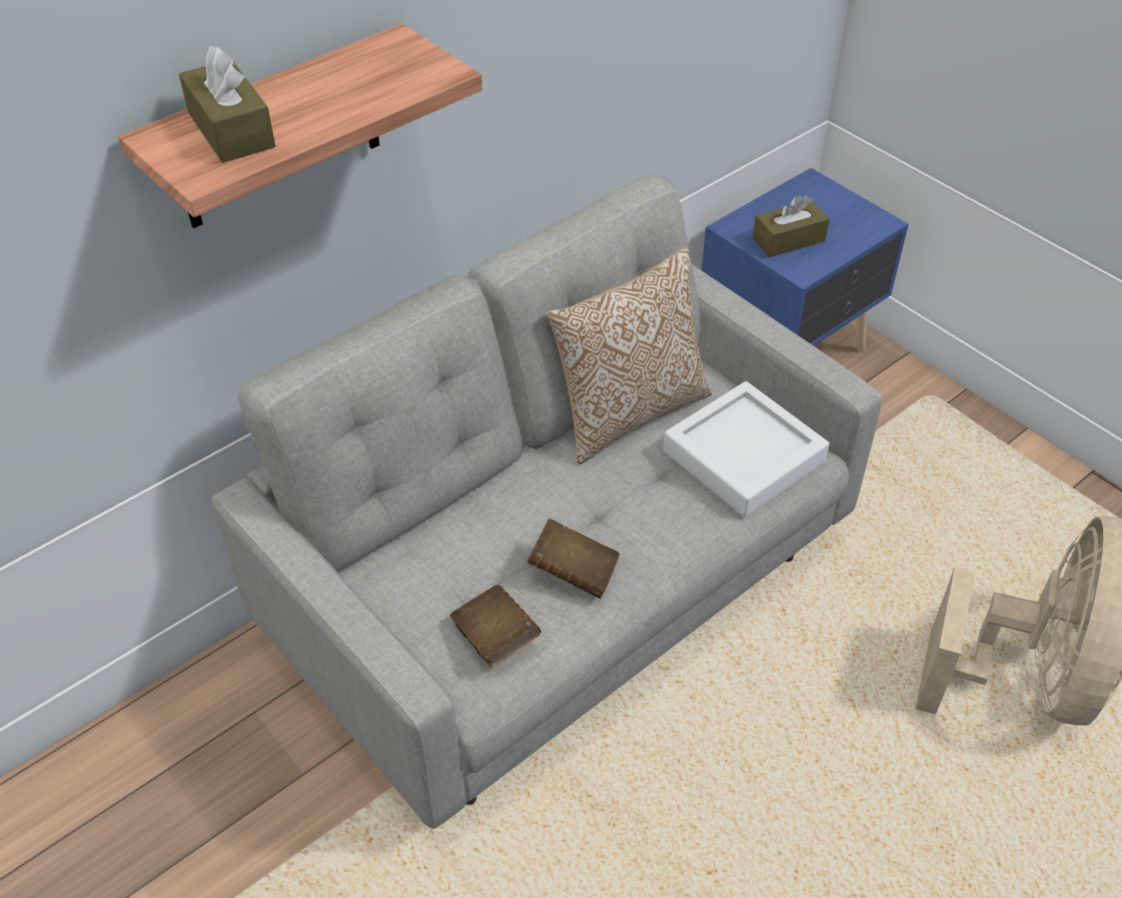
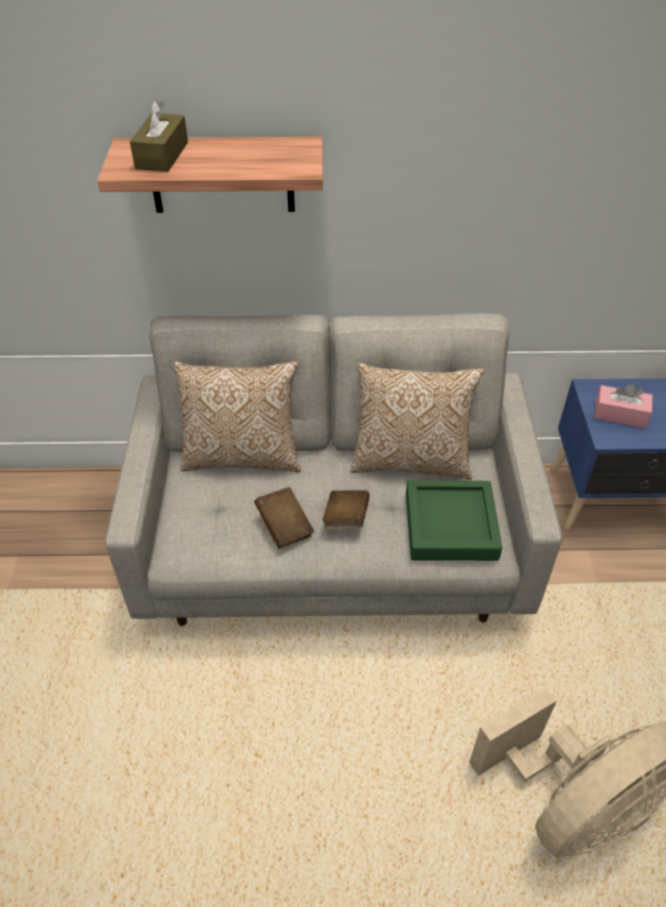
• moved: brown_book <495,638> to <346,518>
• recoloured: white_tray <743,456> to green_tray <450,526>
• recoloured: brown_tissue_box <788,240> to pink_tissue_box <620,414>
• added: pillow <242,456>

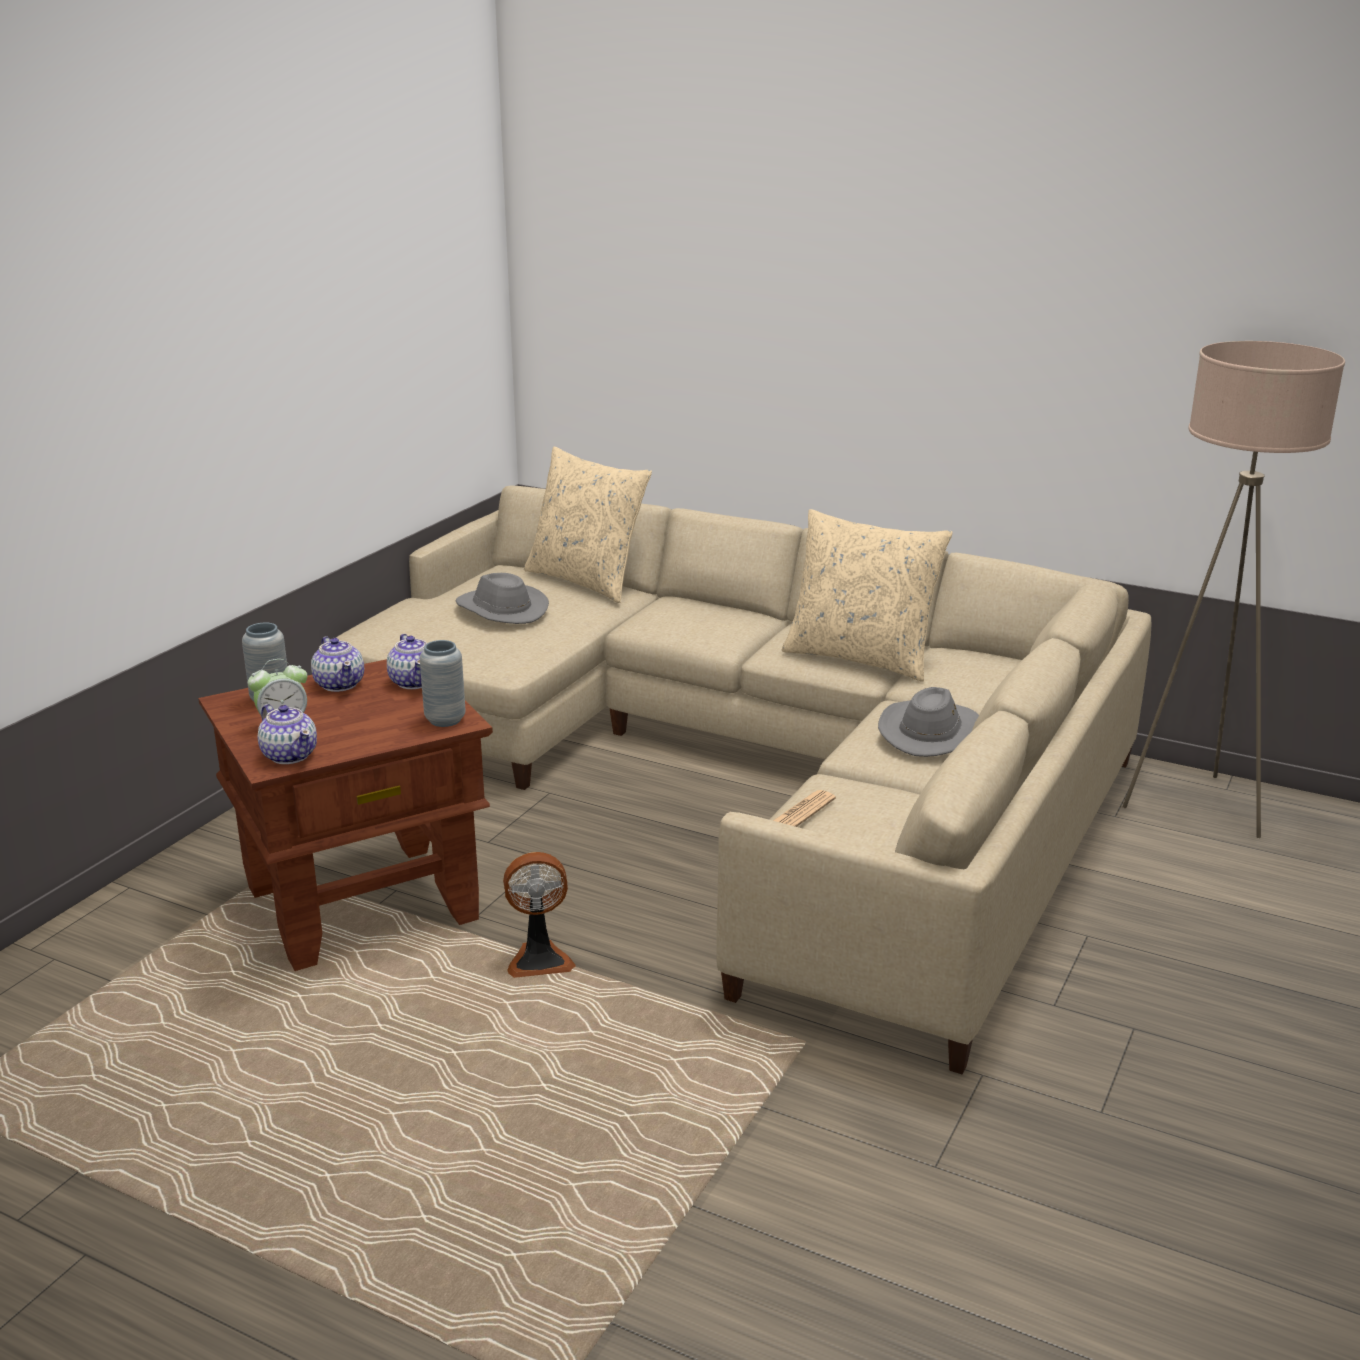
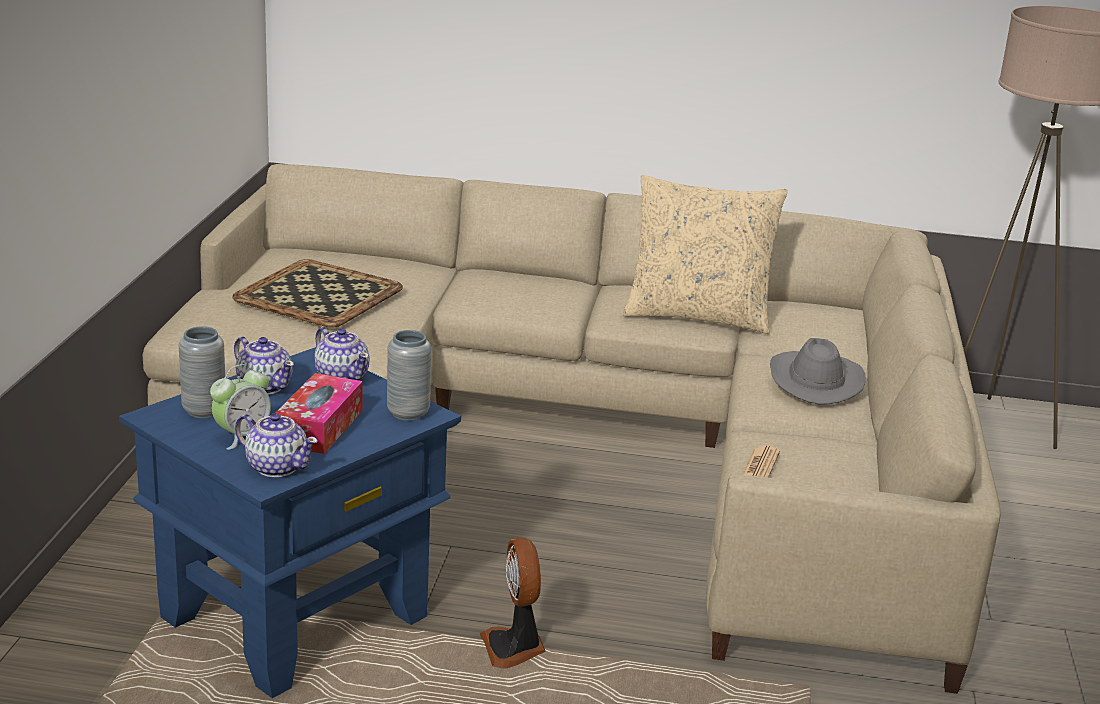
• recoloured: brown_side_table <363,904> to blue_side_table <296,618>
• replaced: grey_hat <500,610> to tray <319,295>
• turned: fan <539,960> = <514,648> 105 degrees clockwise
• removed: beige_pillow <587,581>
• added: tissue_box <319,427>

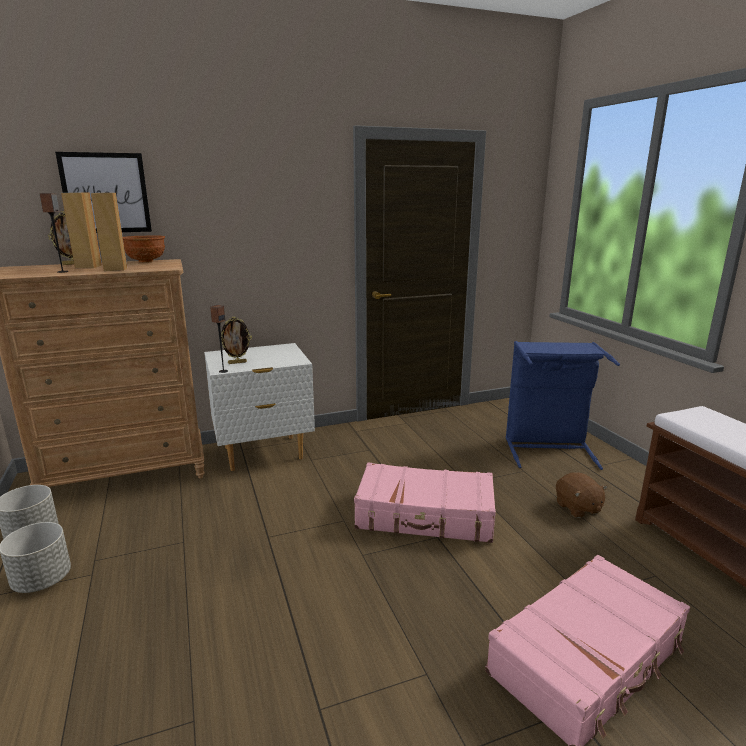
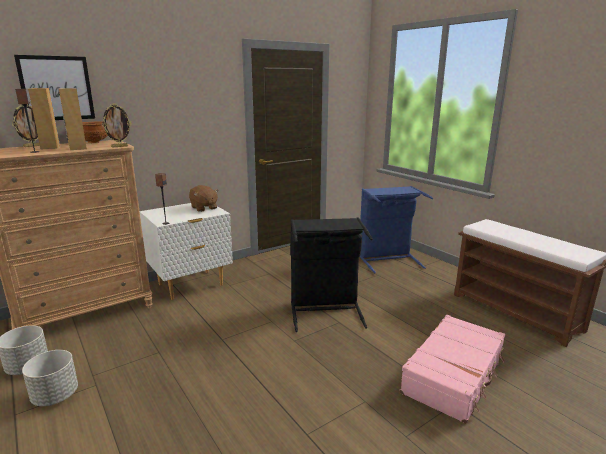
• moved: picture_frame <237,362> to <119,146>
• replaced: pink_suitcase <425,516> to black_laundry_basket <325,310>
• moved: brown_plush_toy <577,508> to <204,208>

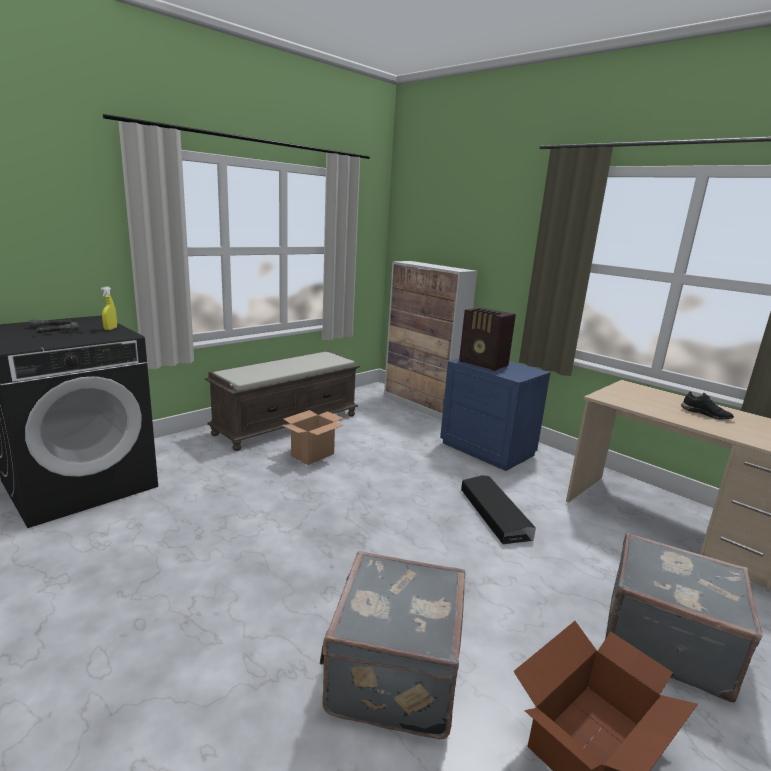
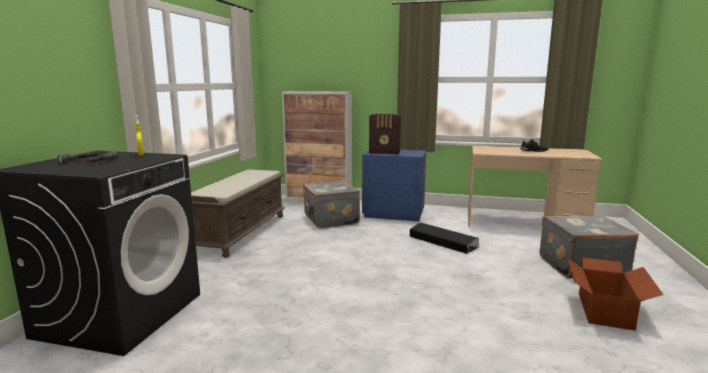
• removed: cardboard_box <312,455>
• moved: grey_suitcase <392,673> to <330,220>

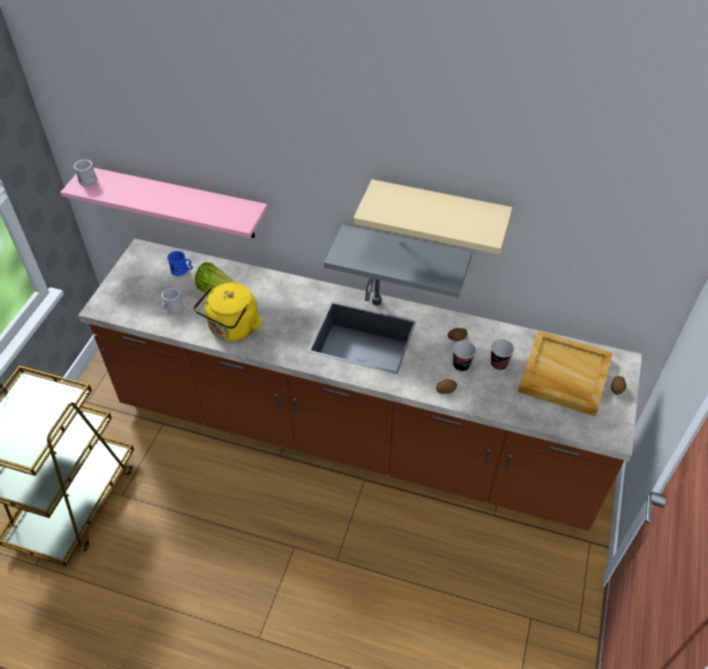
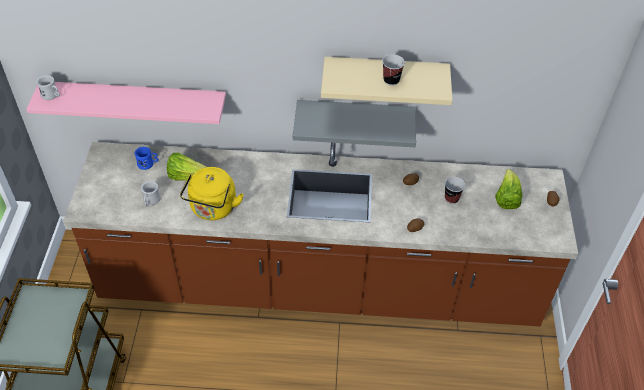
• moved: cup <461,365> to <391,80>
• replaced: beige_tray <563,375> to lettuce <506,198>

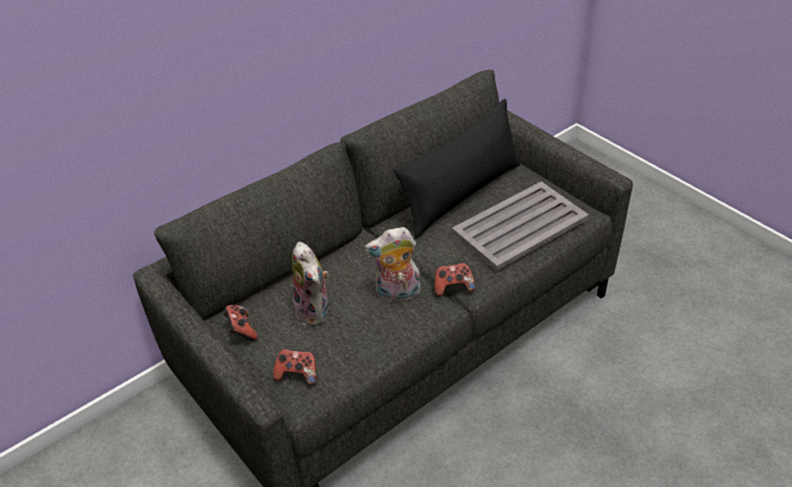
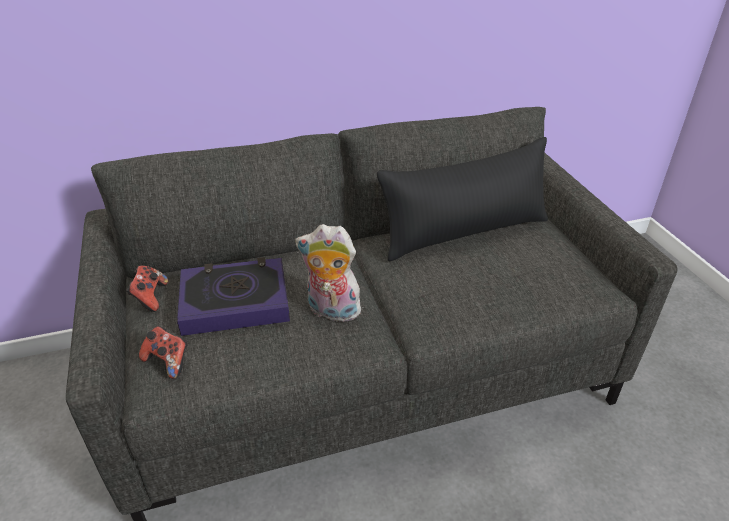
• replaced: plush_toy <315,311> to book <235,302>
• removed: game_controller <453,287>
• removed: grey_tray <521,226>

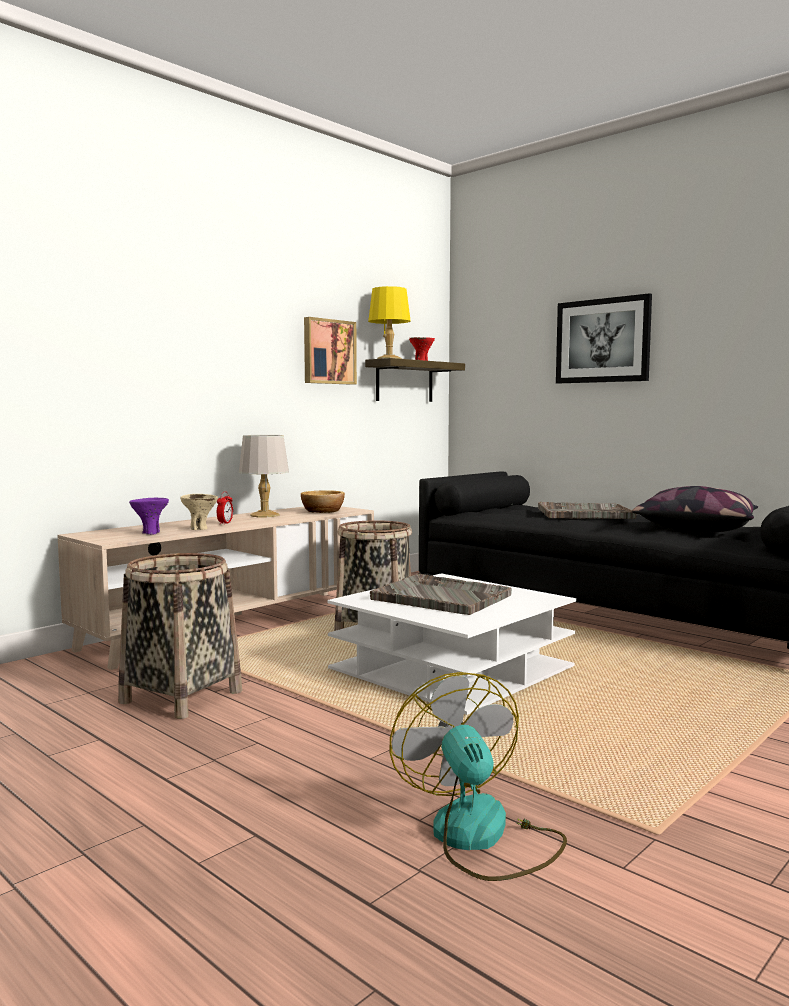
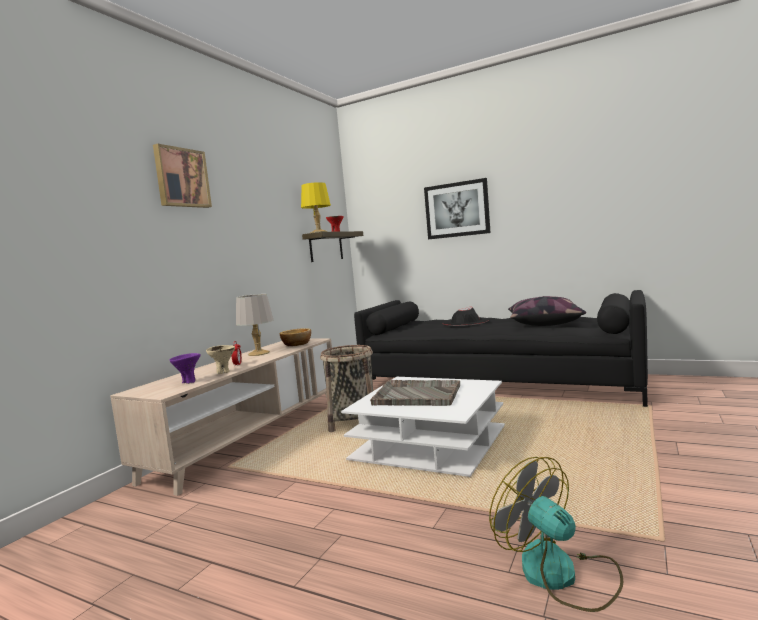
• removed: basket <182,696>
• moved: picture <328,352> to <181,178>
• replaced: grey_tray <583,513> to black_hat <465,322>

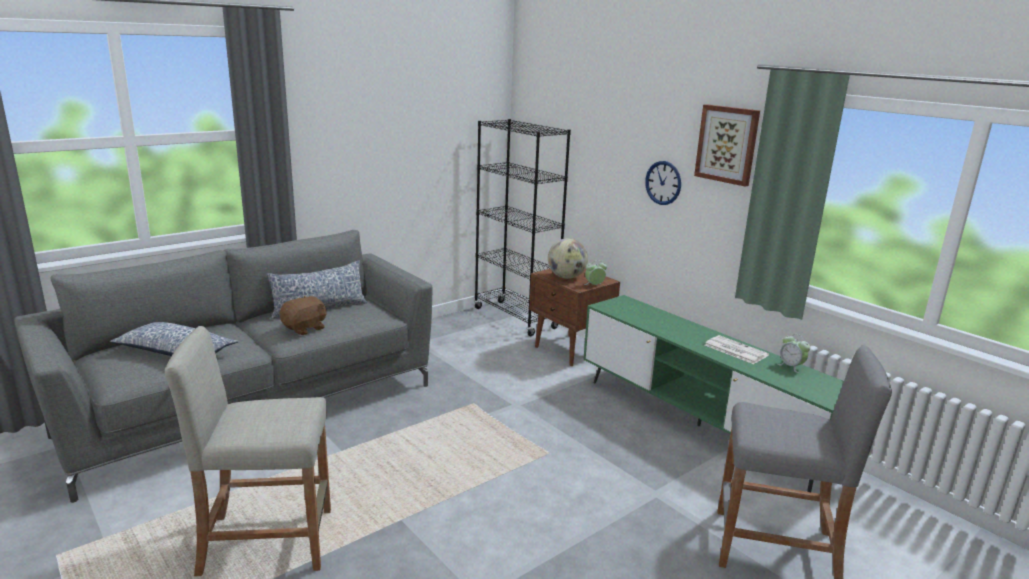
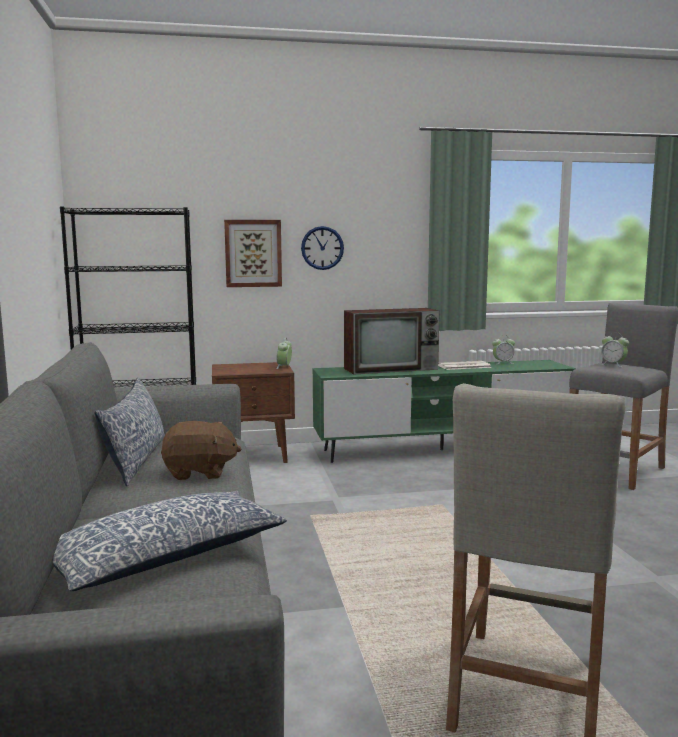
• turned: brown_plush_toy <305,328> = <199,473> 105 degrees clockwise
• removed: globe <566,277>
• moved: picture <727,144> to <253,253>
• added: television <392,369>
• added: alarm_clock <613,365>

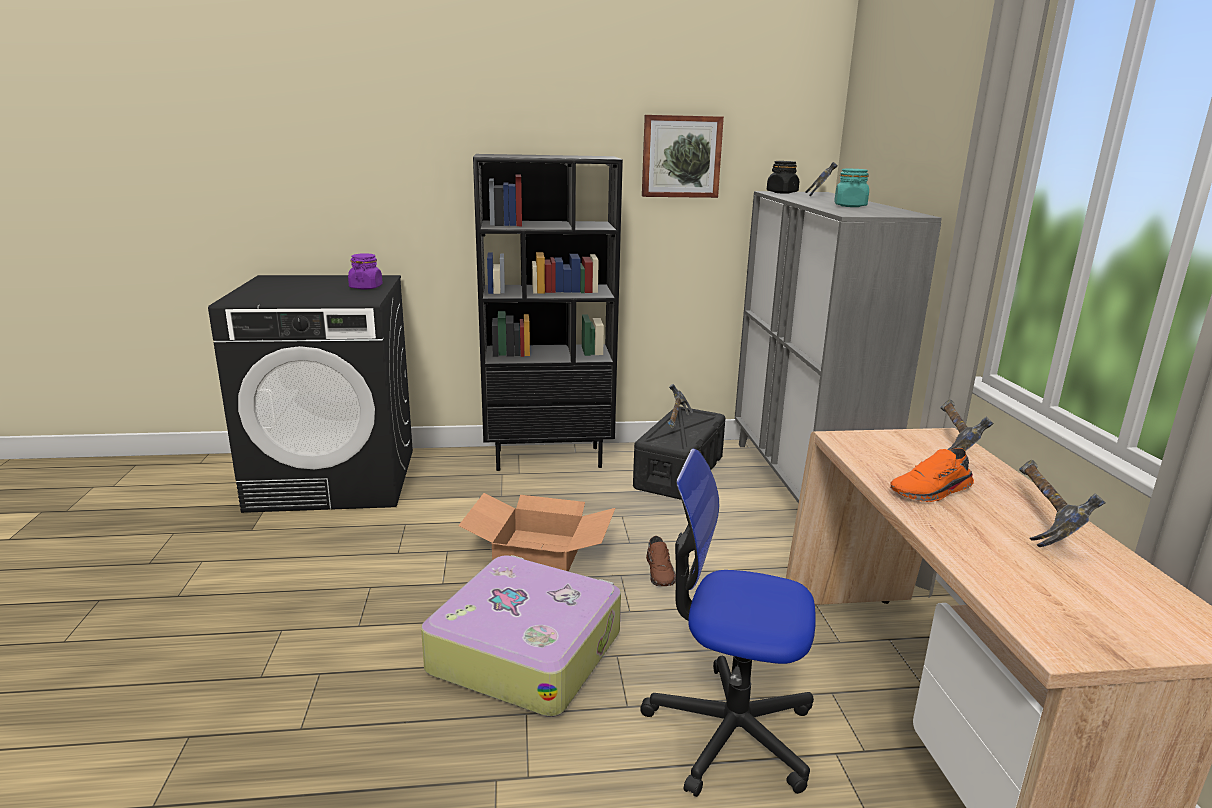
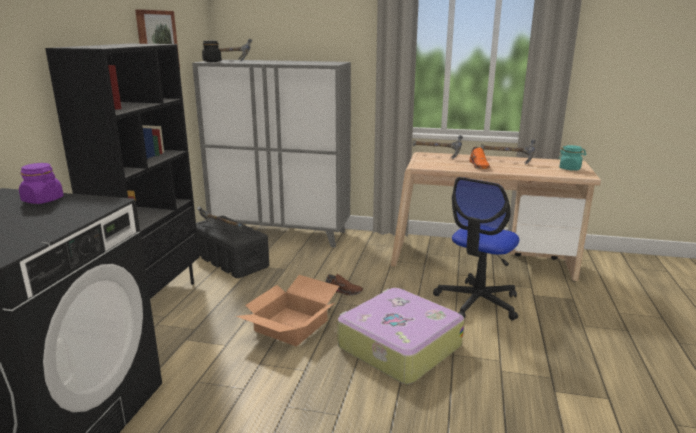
• moved: turquoise_jar <850,206> to <570,168>

